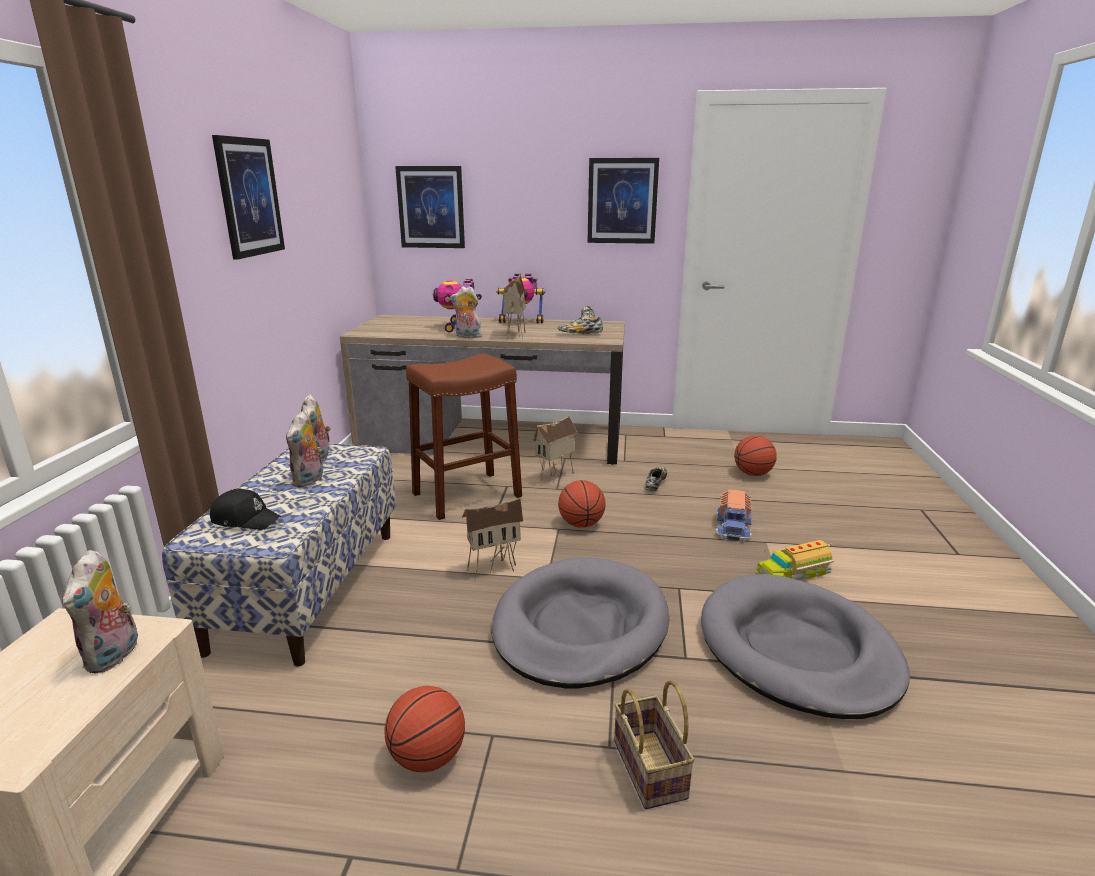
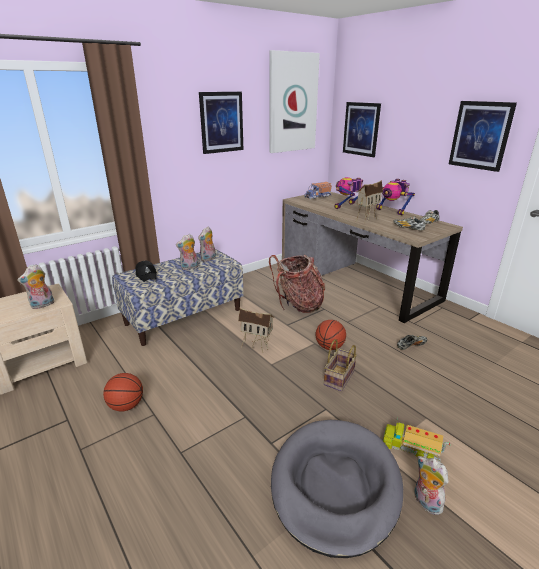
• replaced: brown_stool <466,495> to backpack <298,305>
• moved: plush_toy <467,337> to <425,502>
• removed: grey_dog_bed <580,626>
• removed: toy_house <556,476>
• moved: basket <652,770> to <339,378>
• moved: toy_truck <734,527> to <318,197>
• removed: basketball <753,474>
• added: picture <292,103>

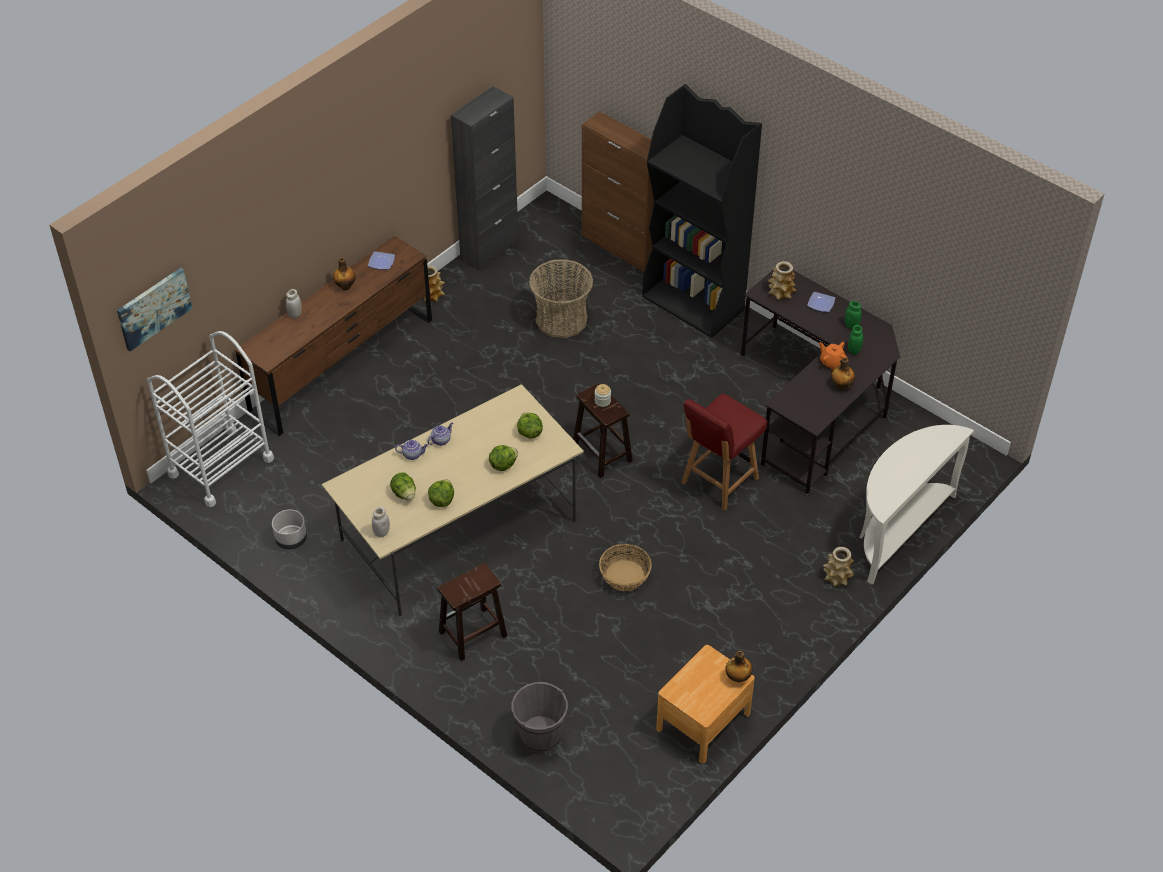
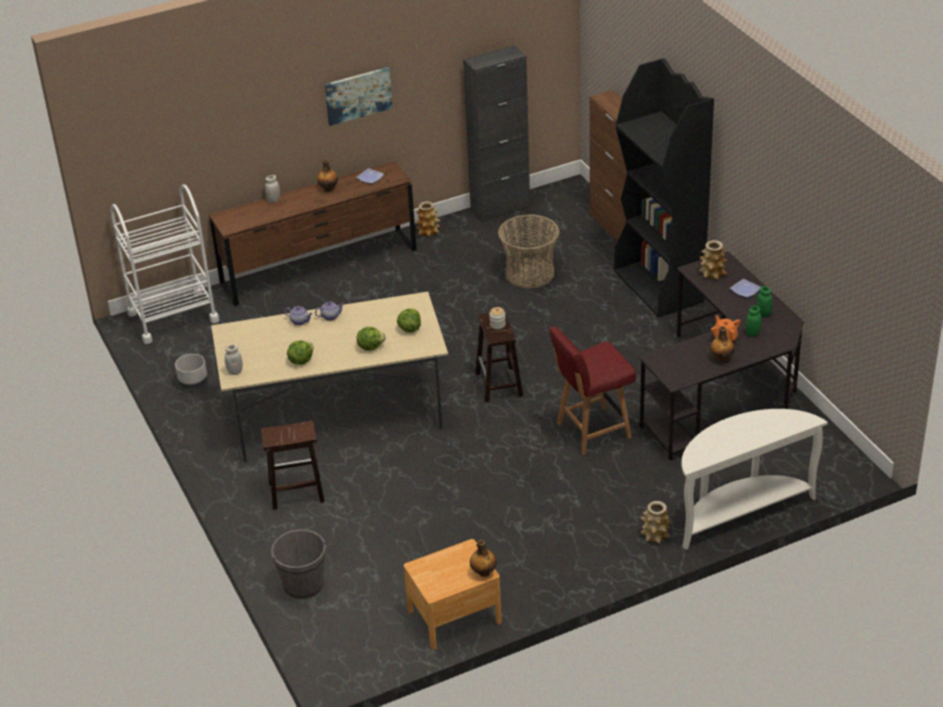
• moved: picture <153,308> to <358,95>
• removed: lettuce <404,494>
• removed: basket <624,576>

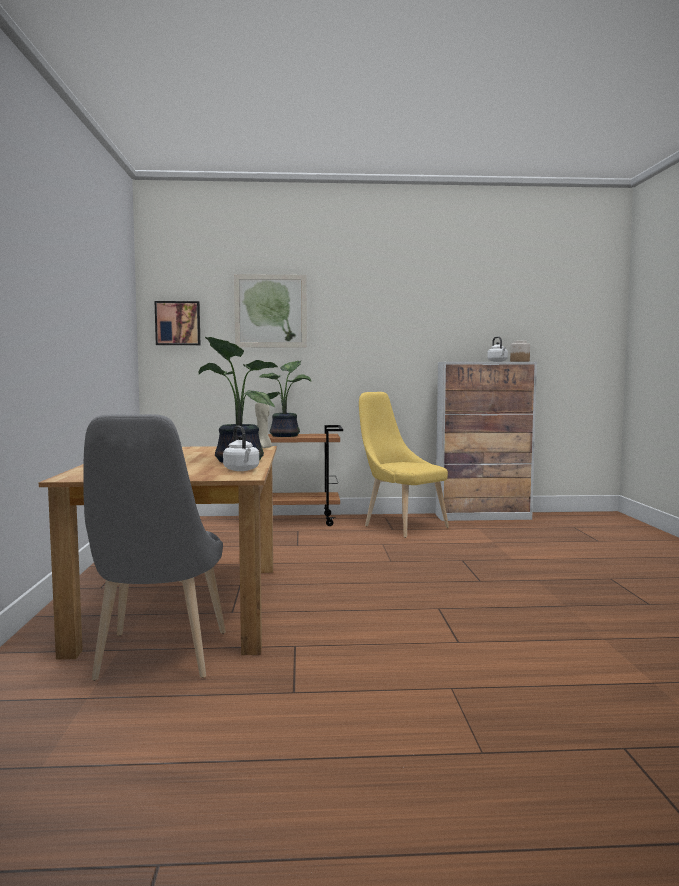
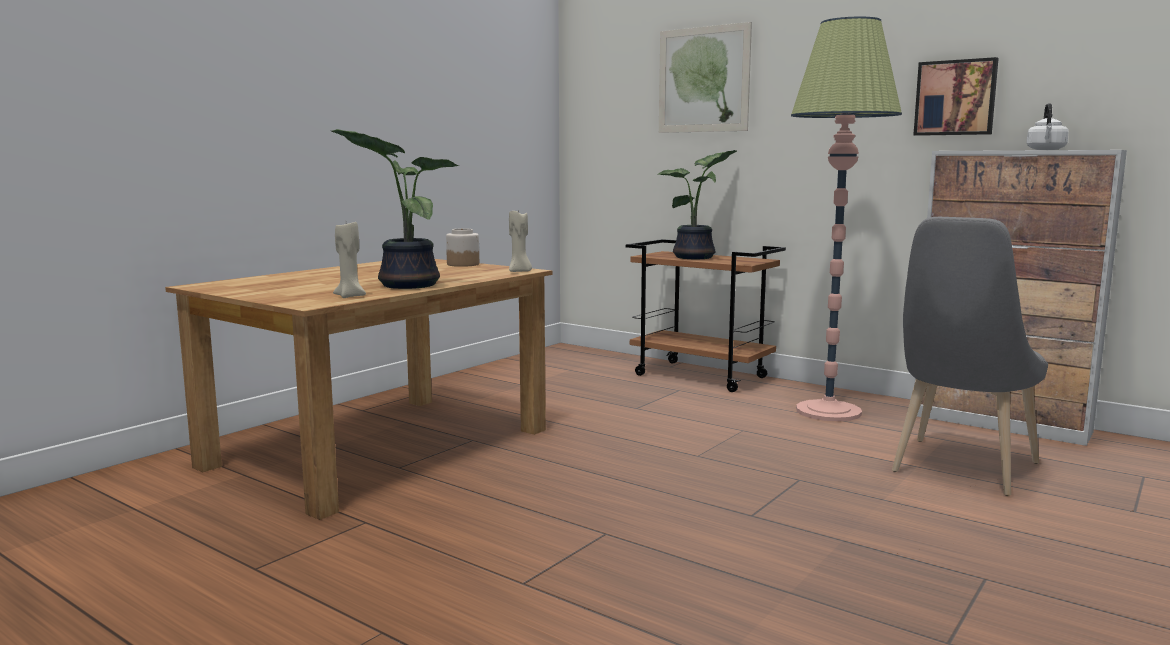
• moved: grey_chair <158,659> to <959,470>
• moved: picture <178,323> to <955,98>
• replaced: white_kettle <242,470> to beige_candle <350,296>
• replaced: yellow_chair <401,526> to floor_lamp <828,411>
• moved: jar <519,361> to <463,264>

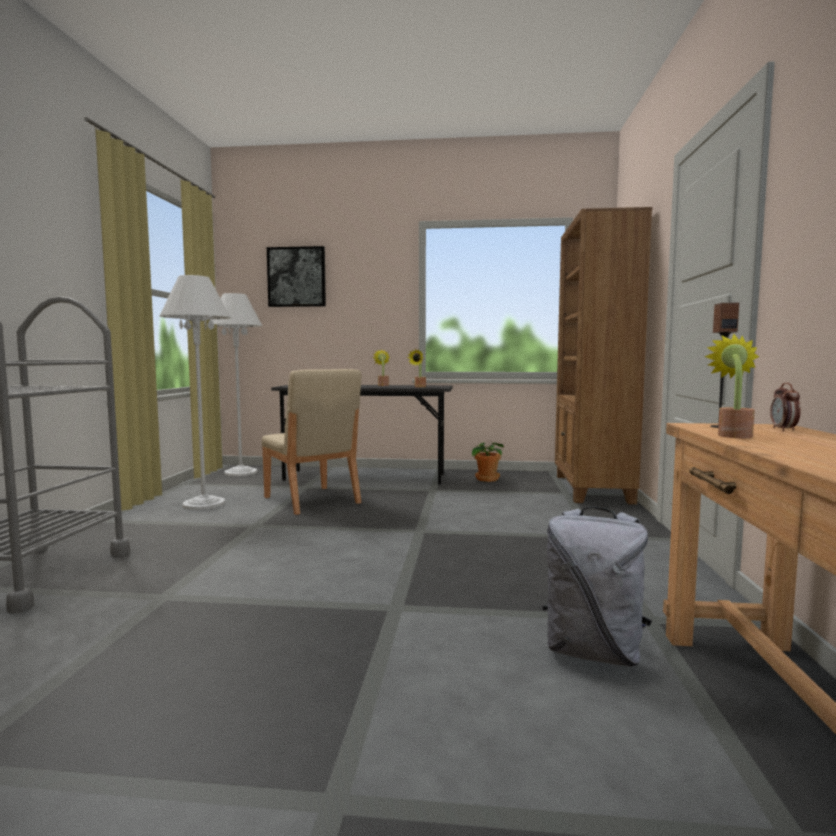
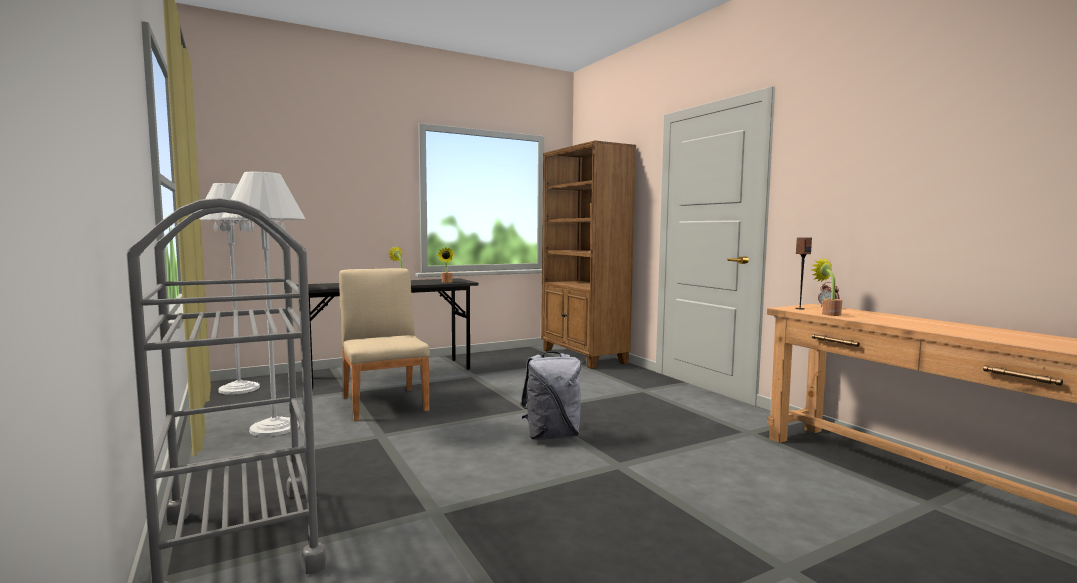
• turned: beige_chair <312,500> = <385,403> 135 degrees counterclockwise
• removed: picture <297,277>
• removed: potted_plant <486,479>
• moved: grey_backpack <593,652> to <551,435>

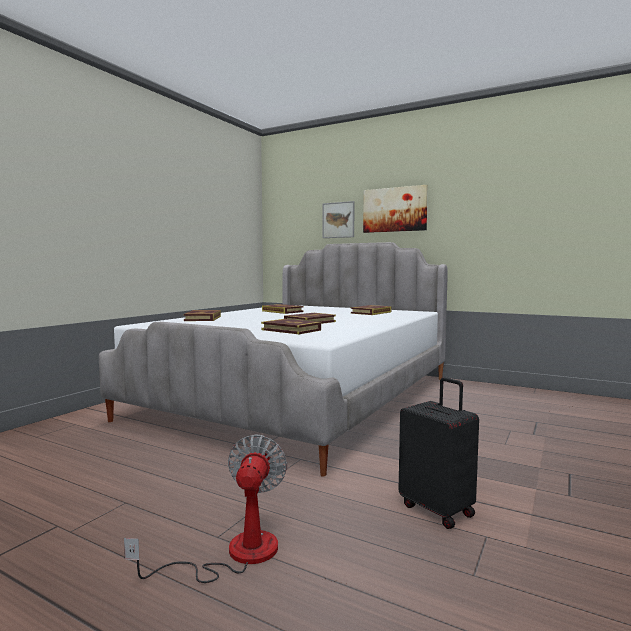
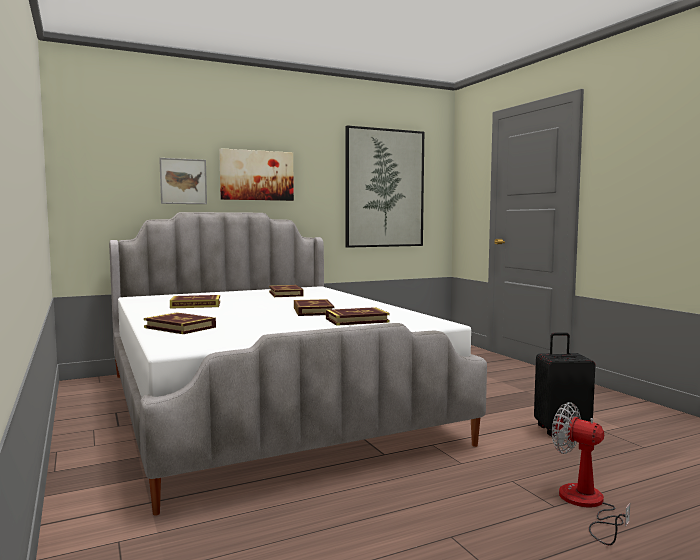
• added: picture <384,188>

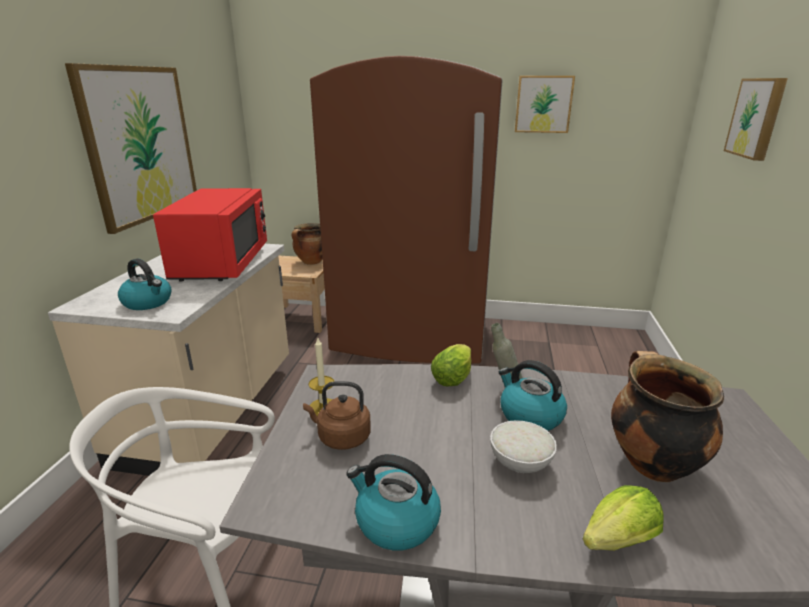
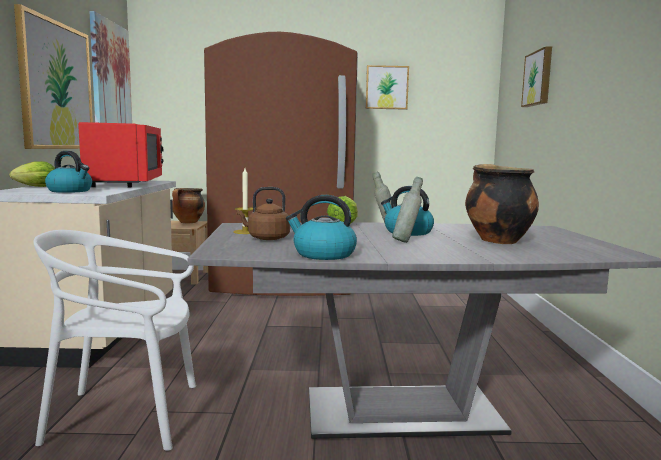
• replaced: white_bowl <521,463> to grey_bottle <406,242>
• moved: lettuce <615,543> to <34,187>
• added: picture <111,84>

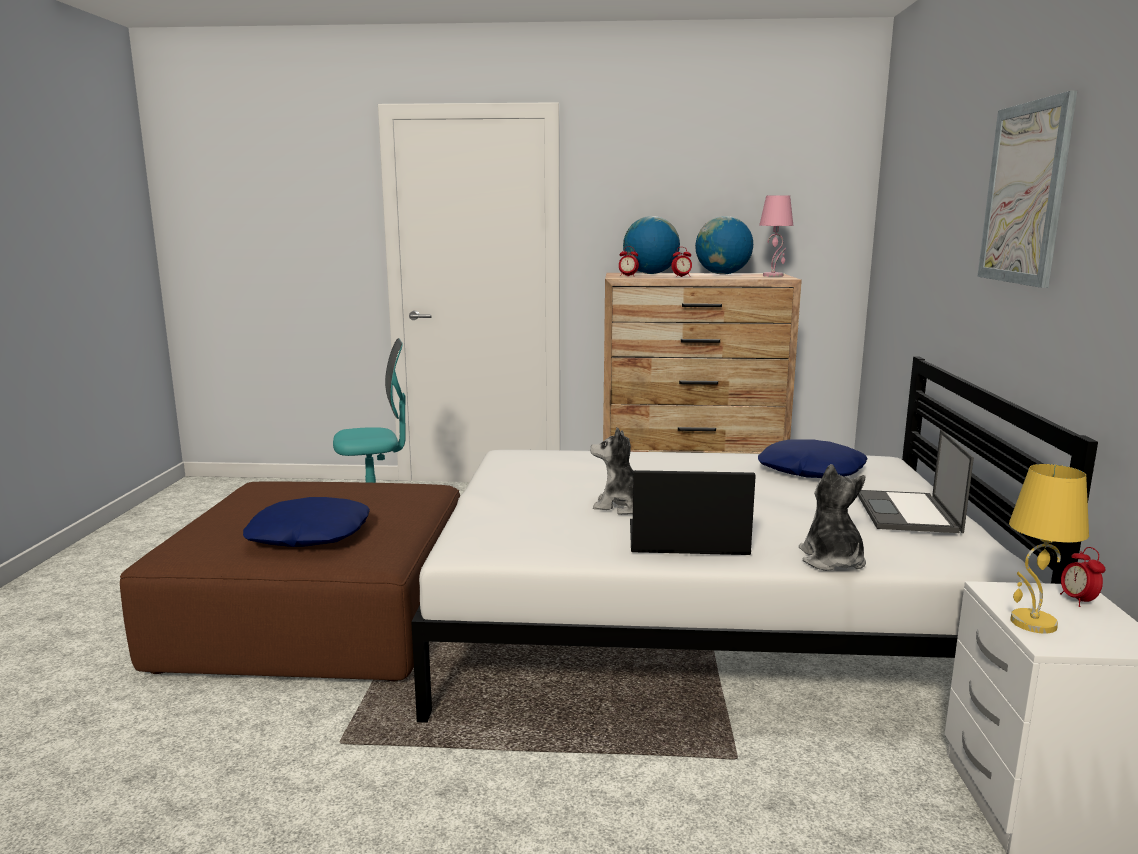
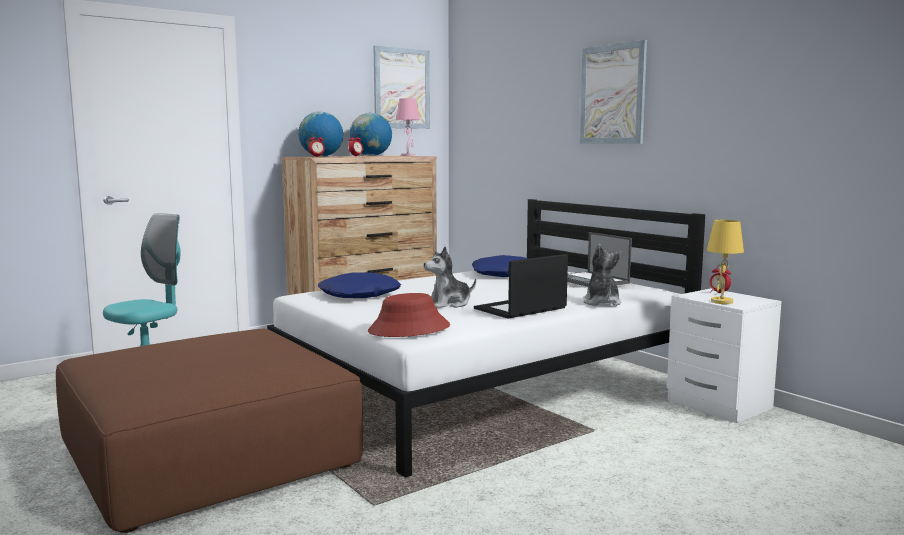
• moved: blue_pillow <309,535> to <359,295>
• turned: plush_toy <831,560> = <601,303> 45 degrees clockwise
• added: red_hat <409,329>
• added: picture <401,88>

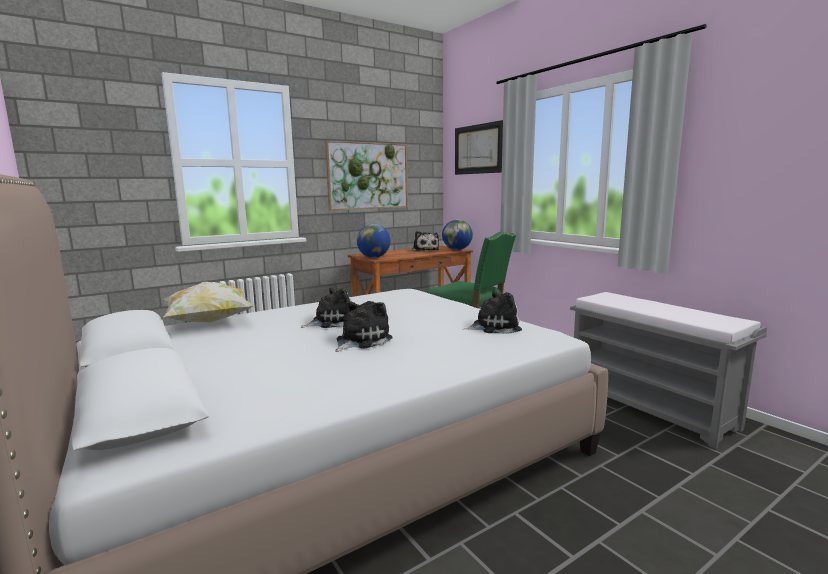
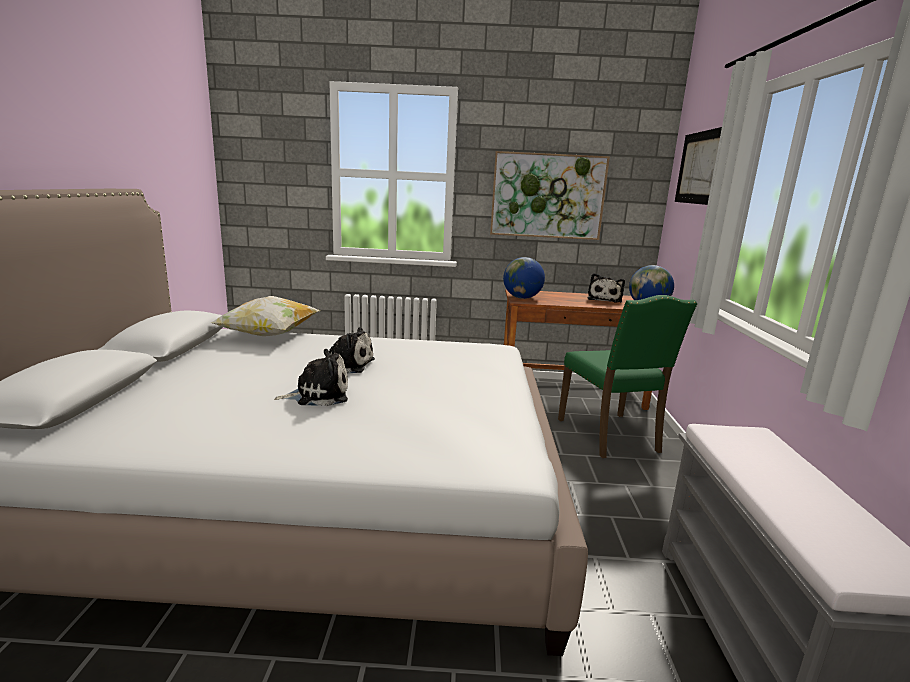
• removed: plush_toy <493,327>

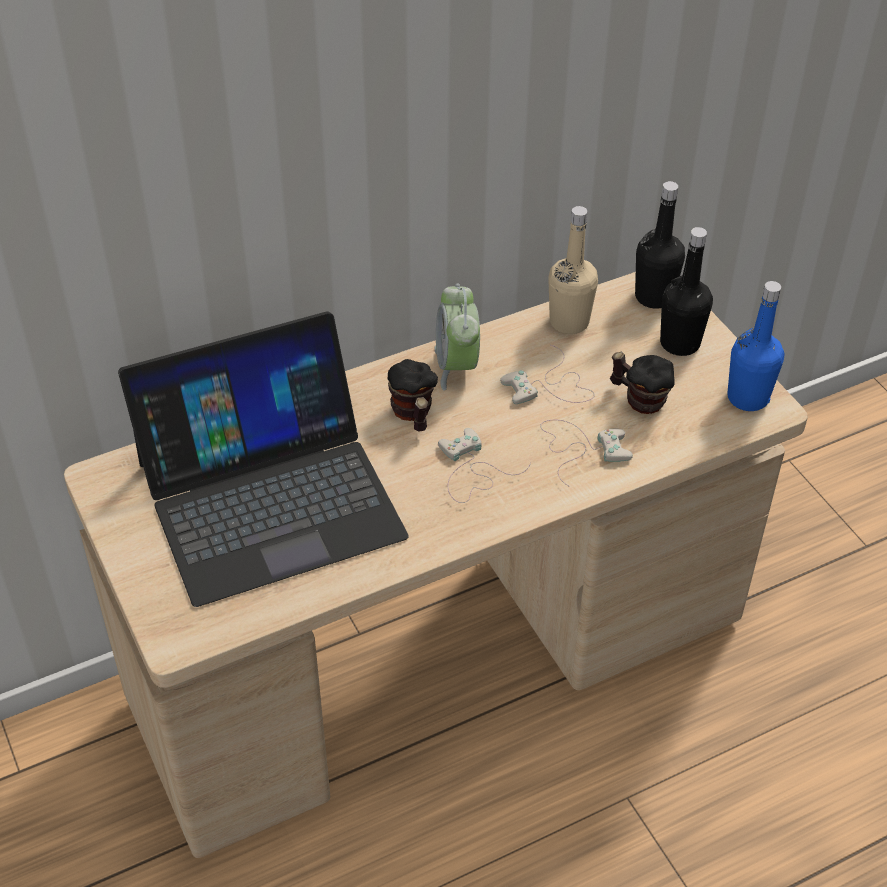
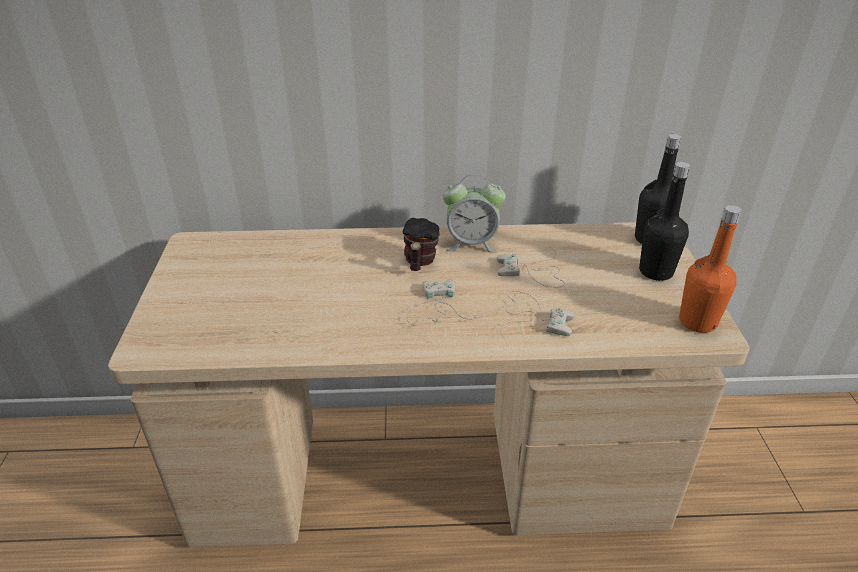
• removed: laptop <269,497>
• turned: alarm_clock <456,366> = <471,243> 105 degrees counterclockwise
• removed: beige_bottle <569,322>
• removed: mug <639,399>
• recoloured: blue_bottle <747,398> to orange_bottle <697,322>

